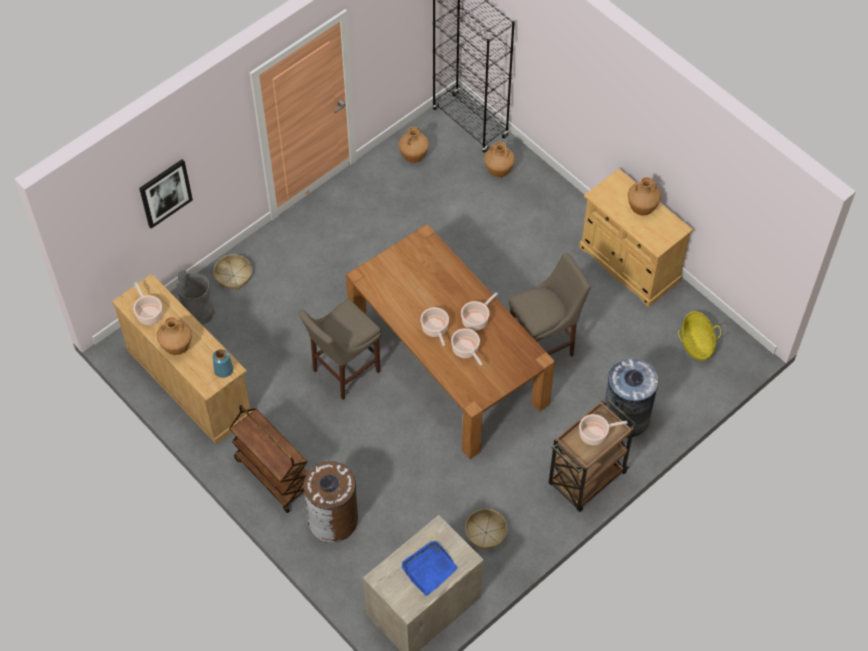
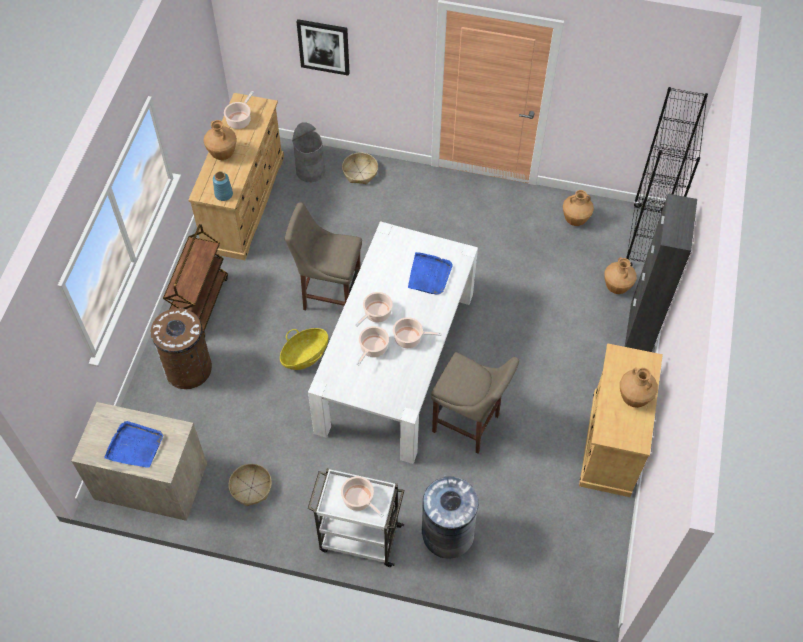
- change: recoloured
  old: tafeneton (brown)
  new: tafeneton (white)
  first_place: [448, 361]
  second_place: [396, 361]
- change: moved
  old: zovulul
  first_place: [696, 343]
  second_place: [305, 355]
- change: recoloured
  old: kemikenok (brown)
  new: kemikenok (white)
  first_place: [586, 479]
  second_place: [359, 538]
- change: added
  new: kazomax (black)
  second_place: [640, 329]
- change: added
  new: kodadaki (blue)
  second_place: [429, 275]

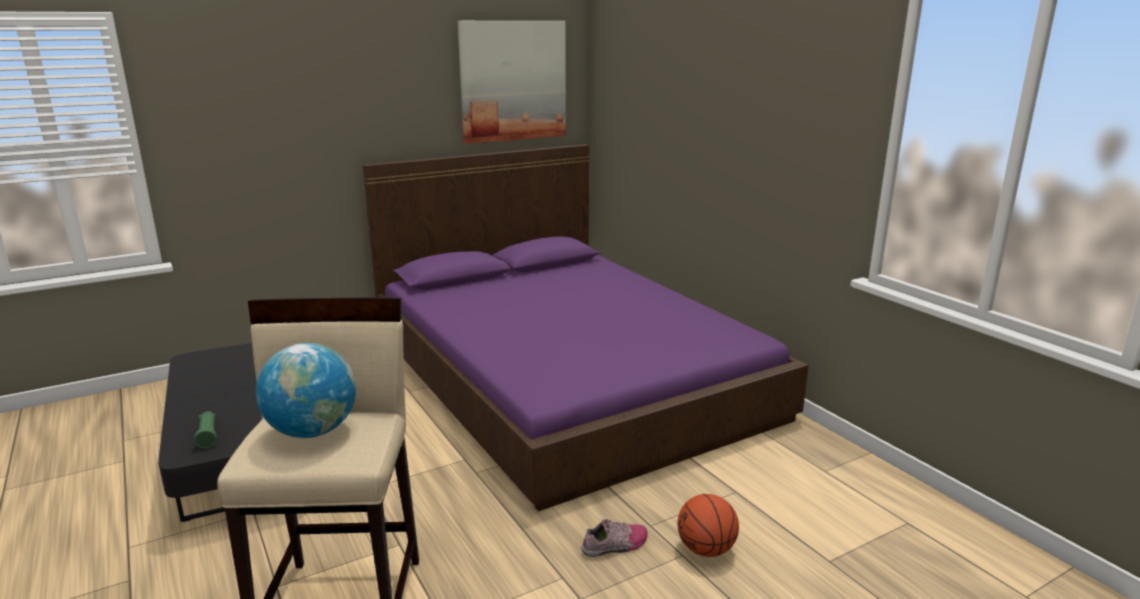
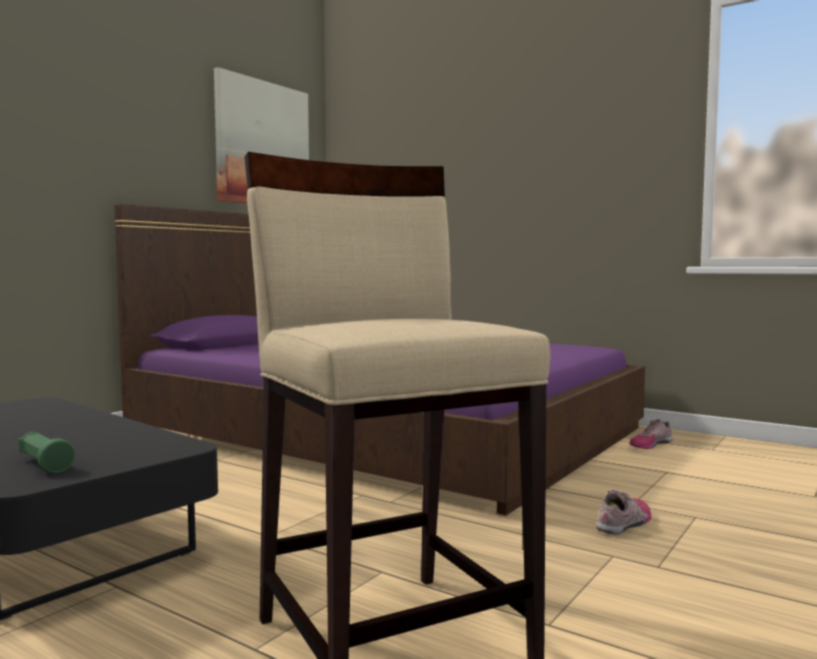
- change: removed
  old: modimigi
  first_place: [313, 431]
- change: removed
  old: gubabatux
  first_place: [706, 549]
- change: added
  new: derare
  second_place: [650, 444]

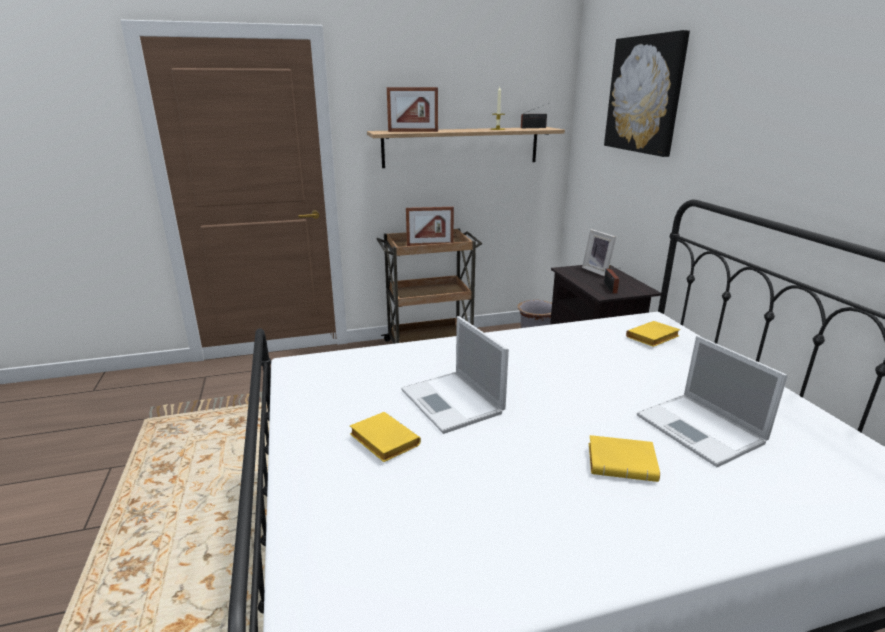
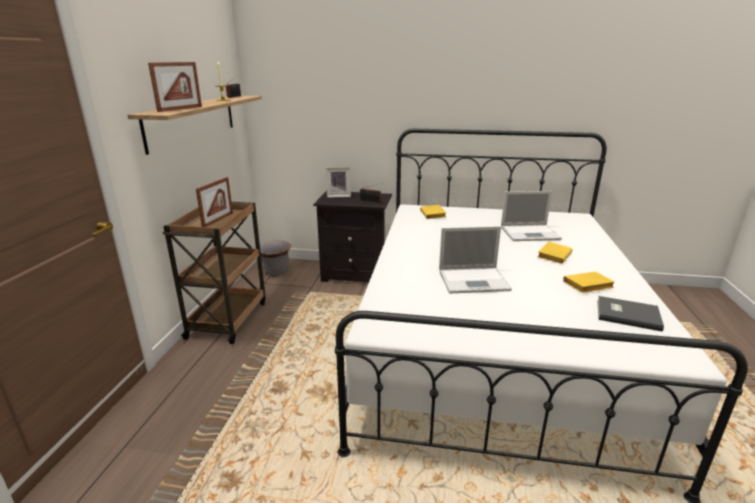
- change: removed
  old: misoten
  first_place: [645, 95]
- change: moved
  old: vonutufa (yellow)
  first_place: [382, 441]
  second_place: [587, 286]
- change: added
  new: vonutufa (grey)
  second_place: [626, 314]

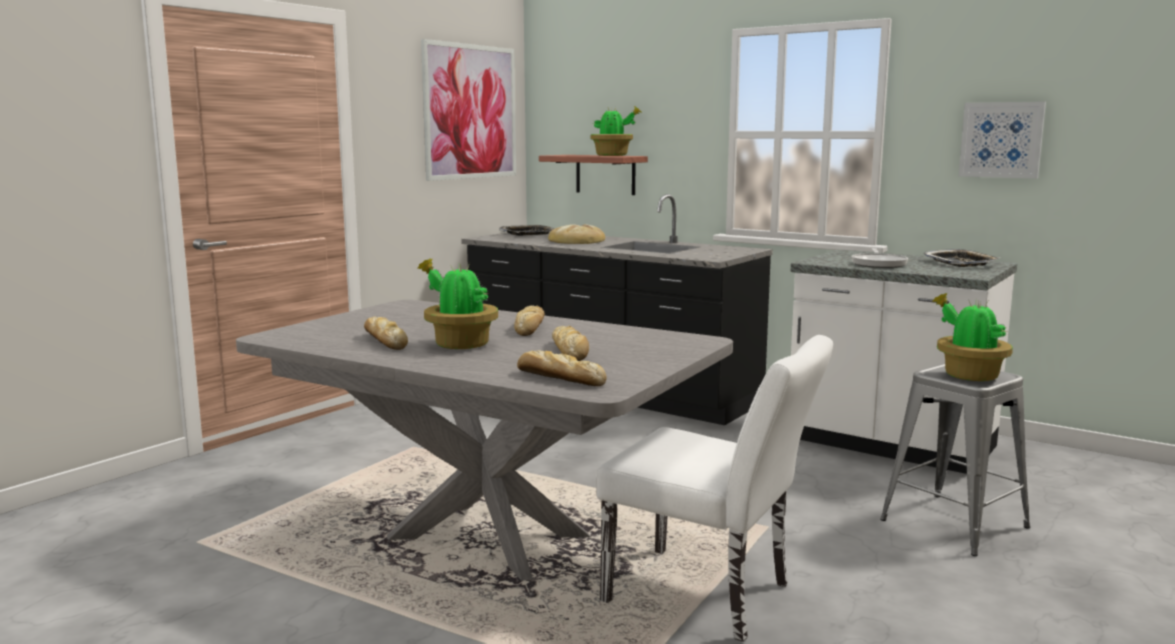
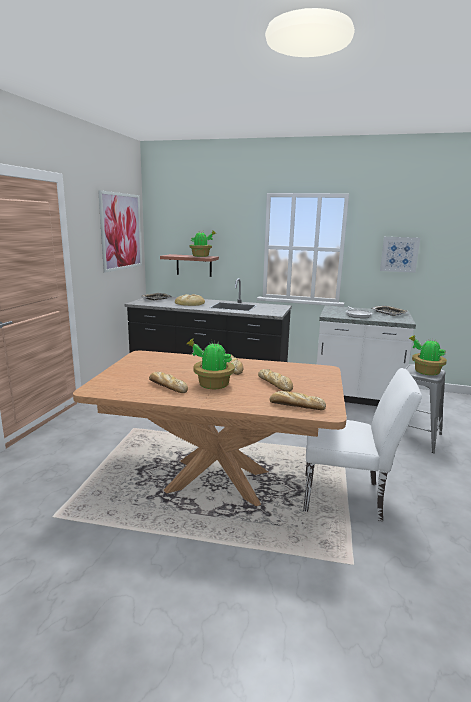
- change: recoloured
  old: tafeneton (grey)
  new: tafeneton (brown)
  first_place: [487, 536]
  second_place: [217, 480]

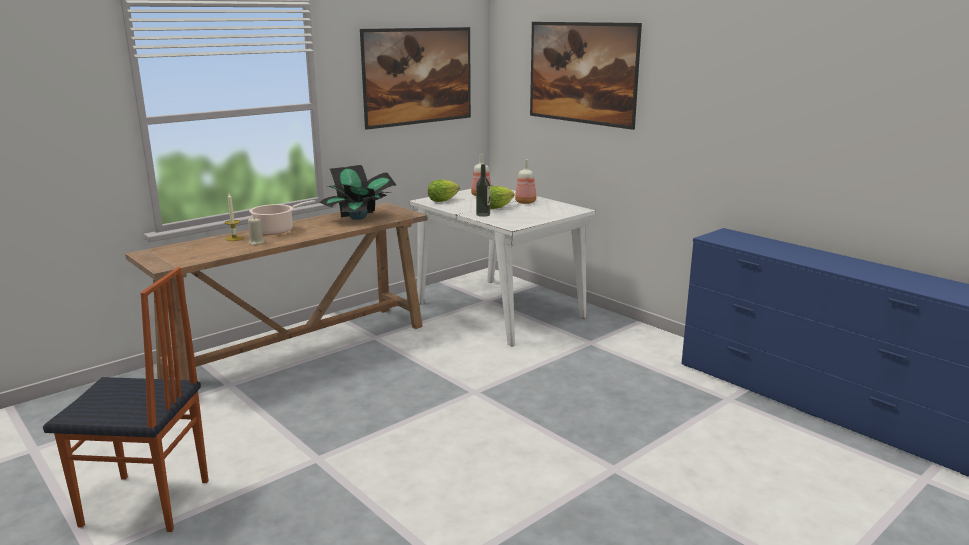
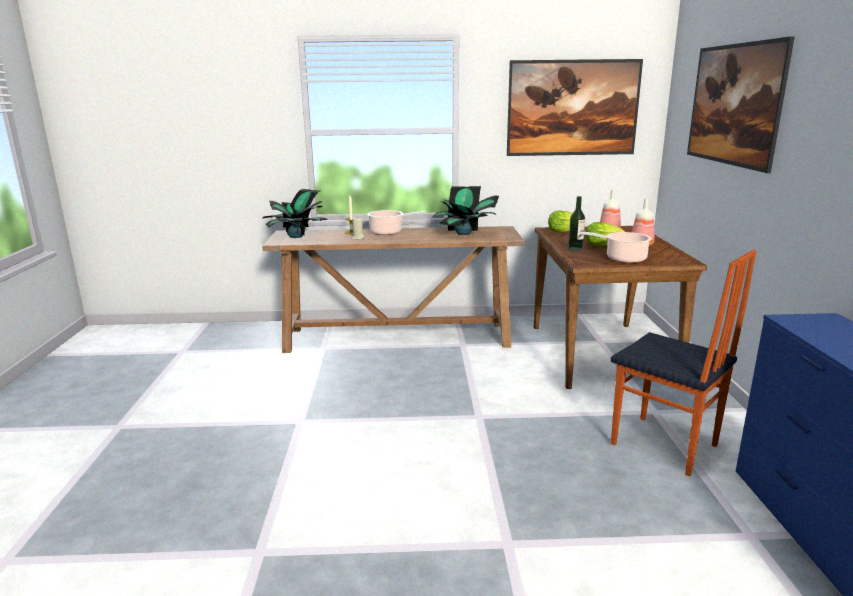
- change: recoloured
  old: tafeneton (white)
  new: tafeneton (brown)
  first_place: [498, 309]
  second_place: [599, 352]
- change: moved
  old: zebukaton
  first_place: [146, 504]
  second_place: [664, 446]
- change: added
  new: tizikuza
  second_place: [296, 236]
- change: added
  new: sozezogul
  second_place: [623, 259]

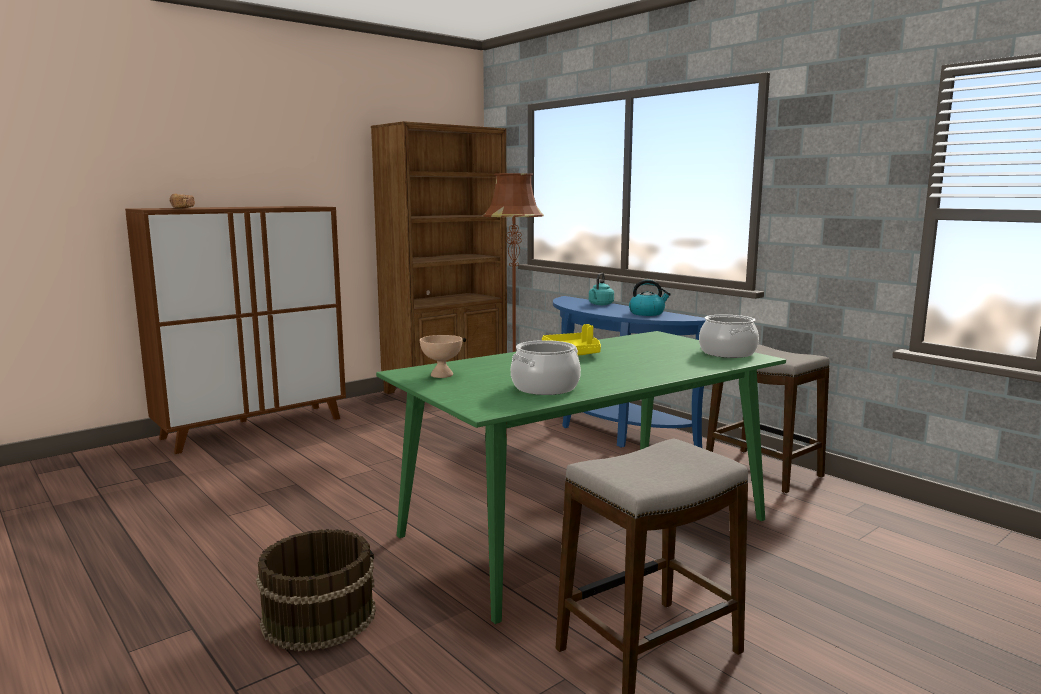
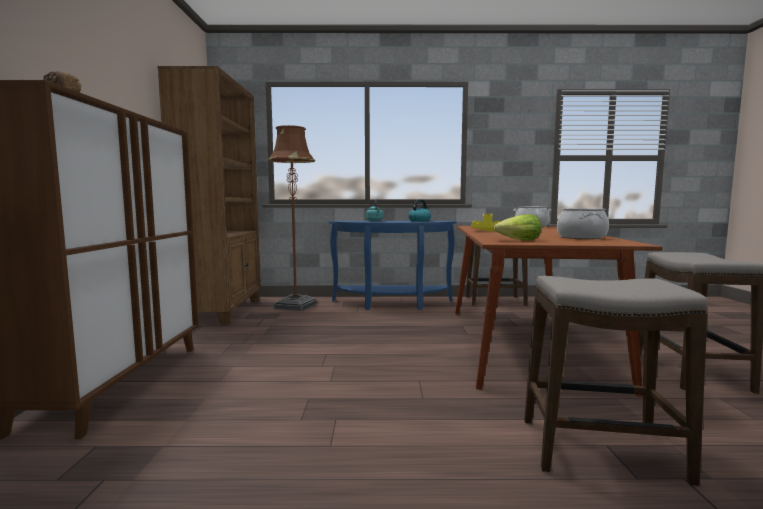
- change: recoloured
  old: tafeneton (green)
  new: tafeneton (brown)
  first_place: [585, 527]
  second_place: [522, 343]
- change: replaced
  old: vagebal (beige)
  new: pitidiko
  first_place: [441, 375]
  second_place: [519, 240]
- change: replaced
  old: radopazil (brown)
  new: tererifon
  first_place: [319, 616]
  second_place: [600, 450]

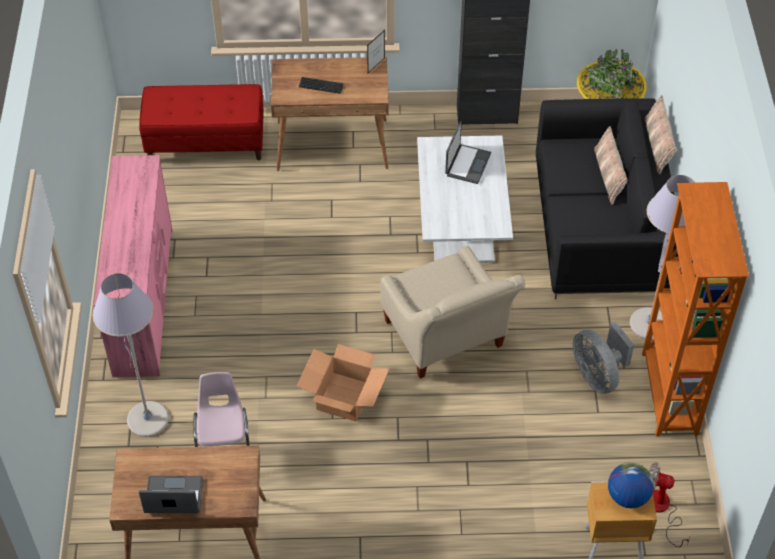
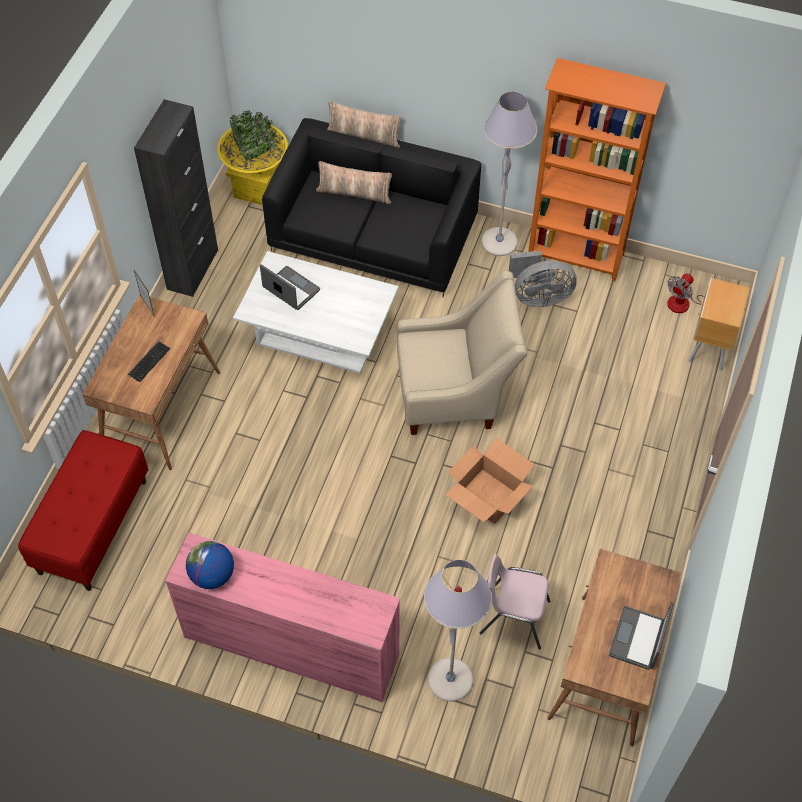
- change: moved
  old: modimigi
  first_place: [627, 496]
  second_place: [212, 575]

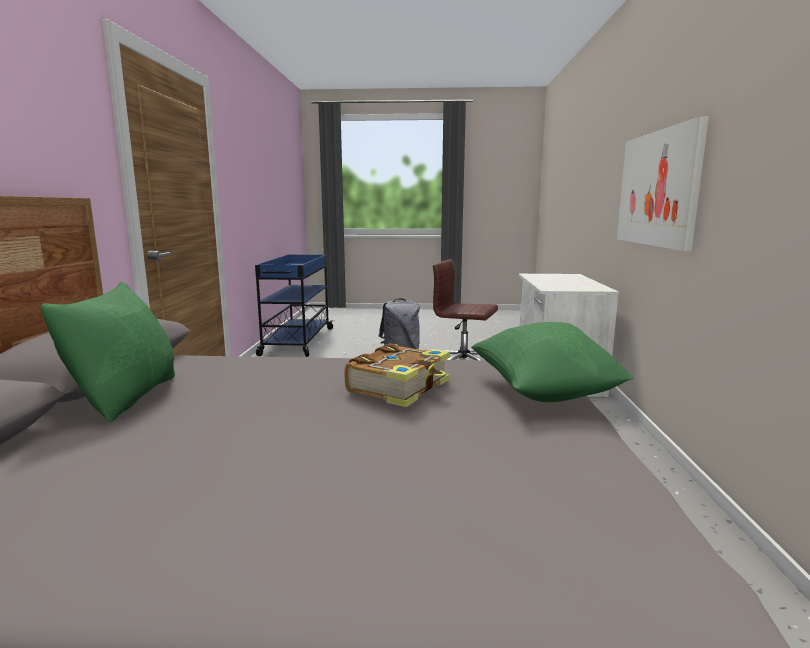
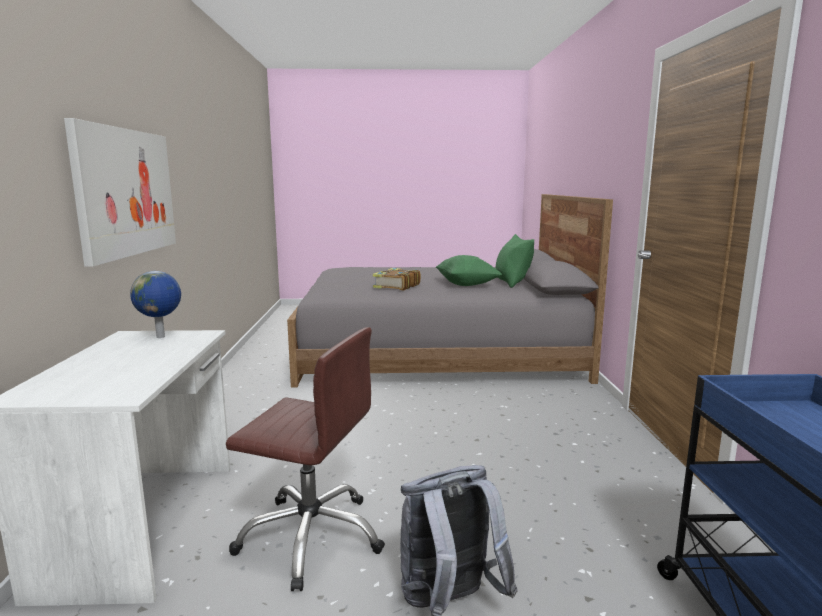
- change: moved
  old: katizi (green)
  first_place: [543, 392]
  second_place: [466, 285]
- change: added
  new: modimigi
  second_place: [161, 337]

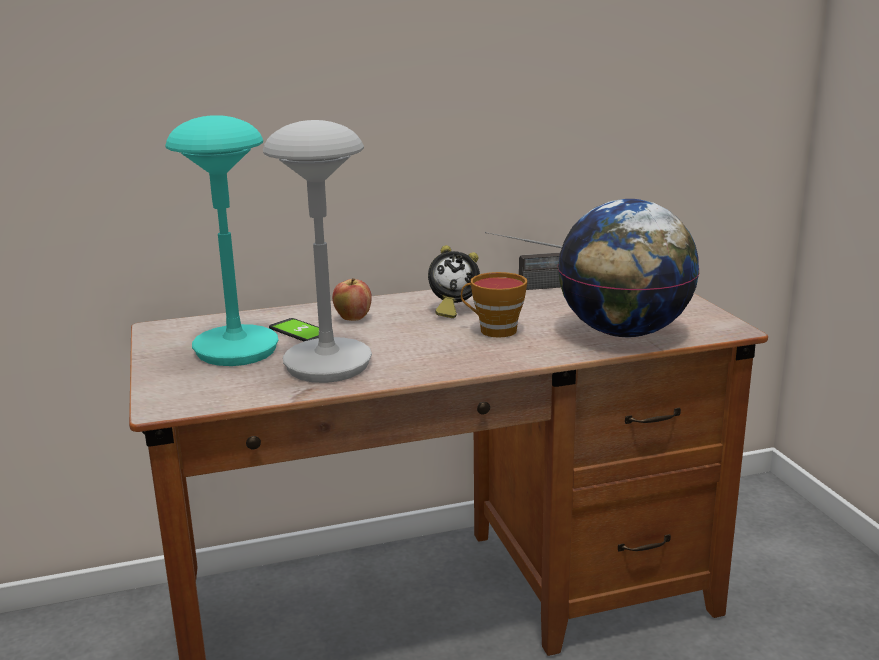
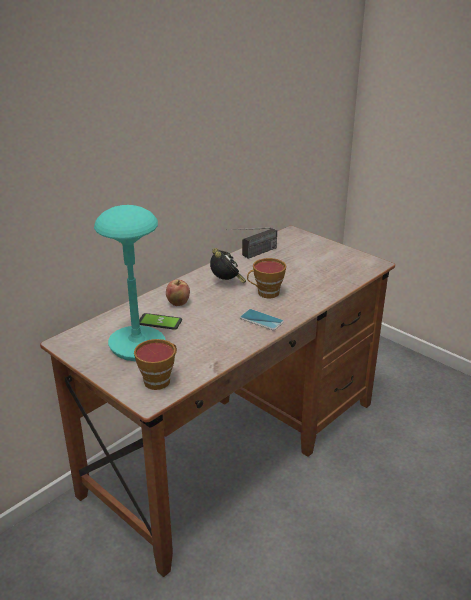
- change: removed
  old: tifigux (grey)
  first_place: [328, 364]
- change: removed
  old: modimigi
  first_place: [623, 333]
- change: turned
  old: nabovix
  first_place: [452, 309]
  second_place: [226, 283]
  degrees: -75
- change: added
  new: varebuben
  second_place: [261, 320]
- change: added
  new: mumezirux
  second_place: [159, 380]

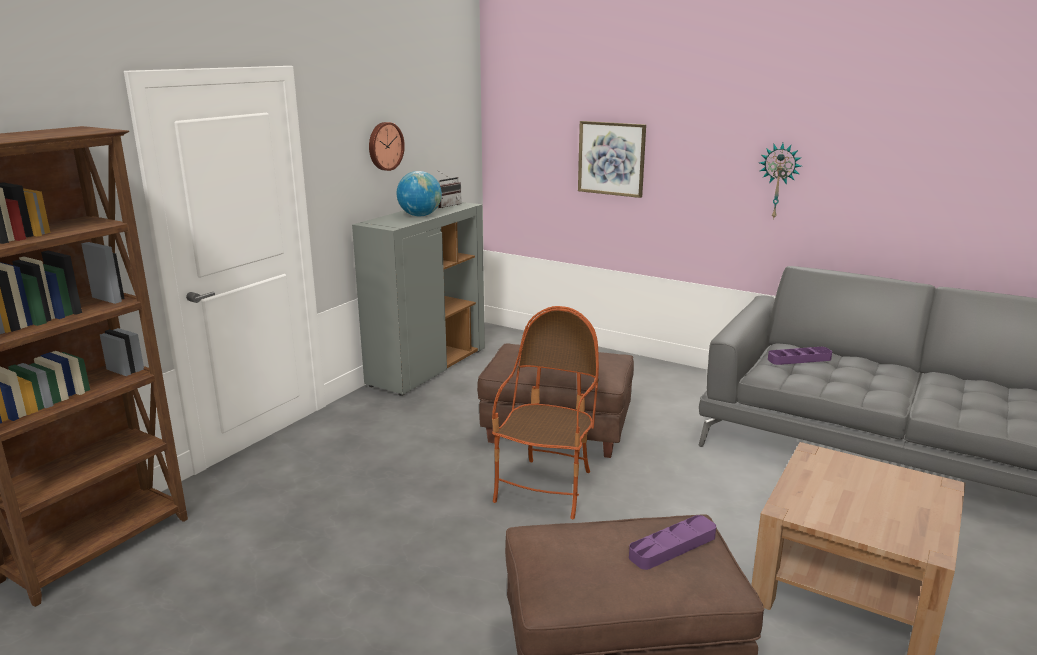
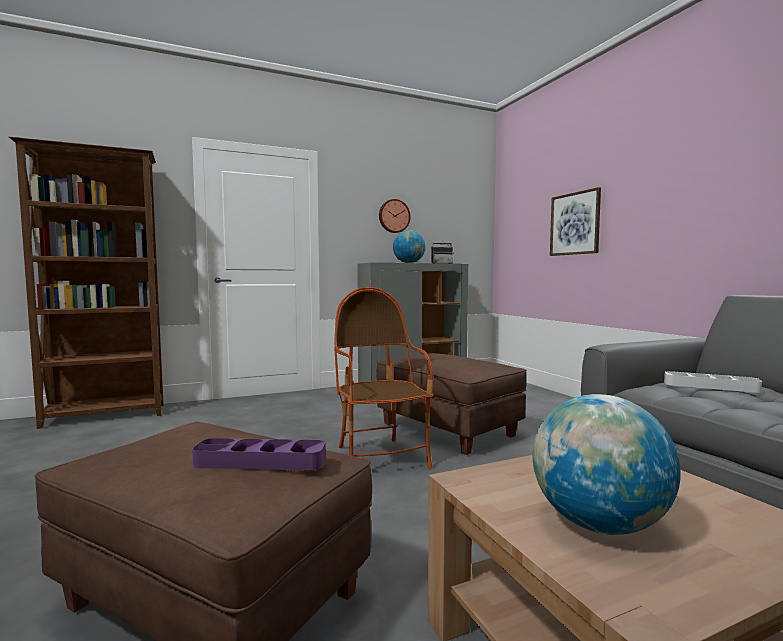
- change: removed
  old: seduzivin
  first_place: [779, 181]
- change: turned
  old: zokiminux
  first_place: [546, 488]
  second_place: [380, 459]
  degrees: -75
- change: recoloured
  old: kodadaki (purple)
  new: kodadaki (white)
  first_place: [799, 359]
  second_place: [710, 386]
- change: added
  new: modimigi
  second_place: [598, 524]

